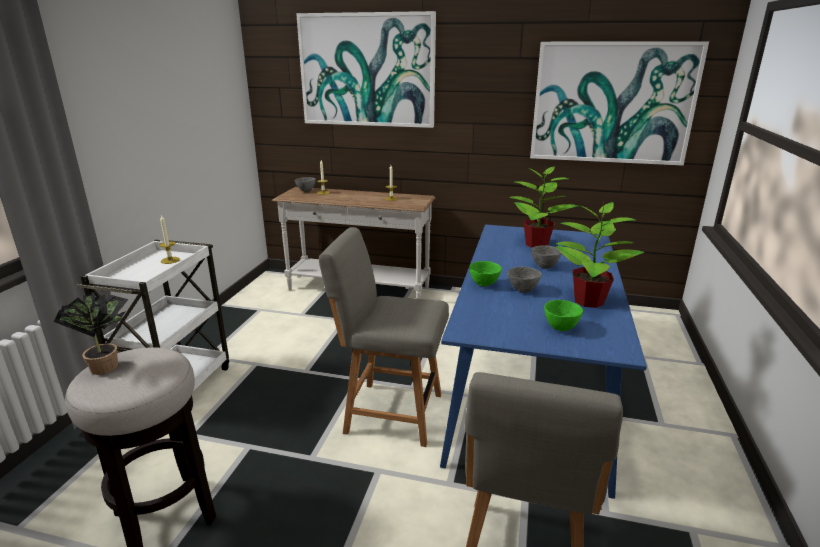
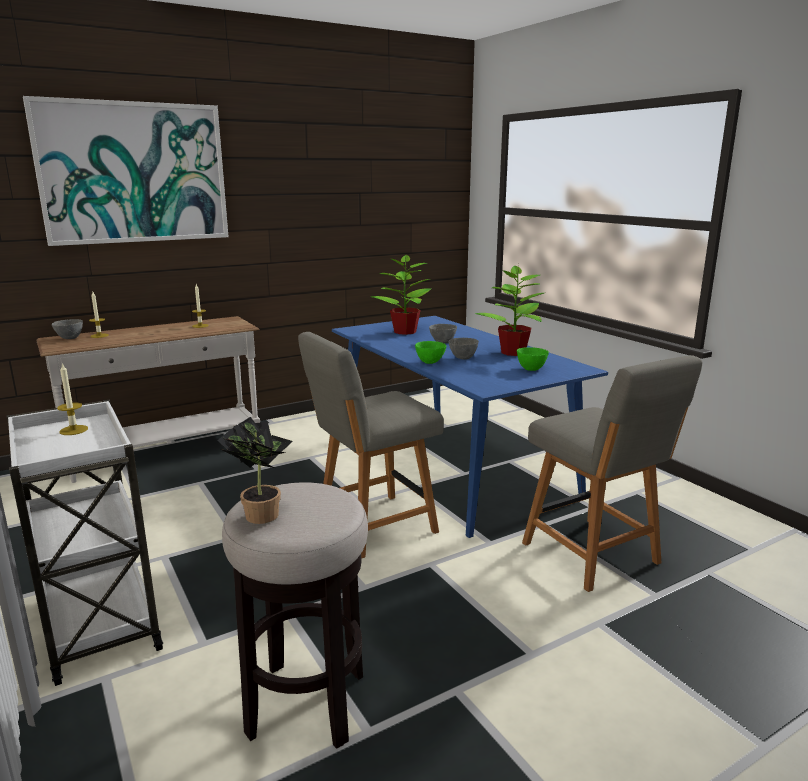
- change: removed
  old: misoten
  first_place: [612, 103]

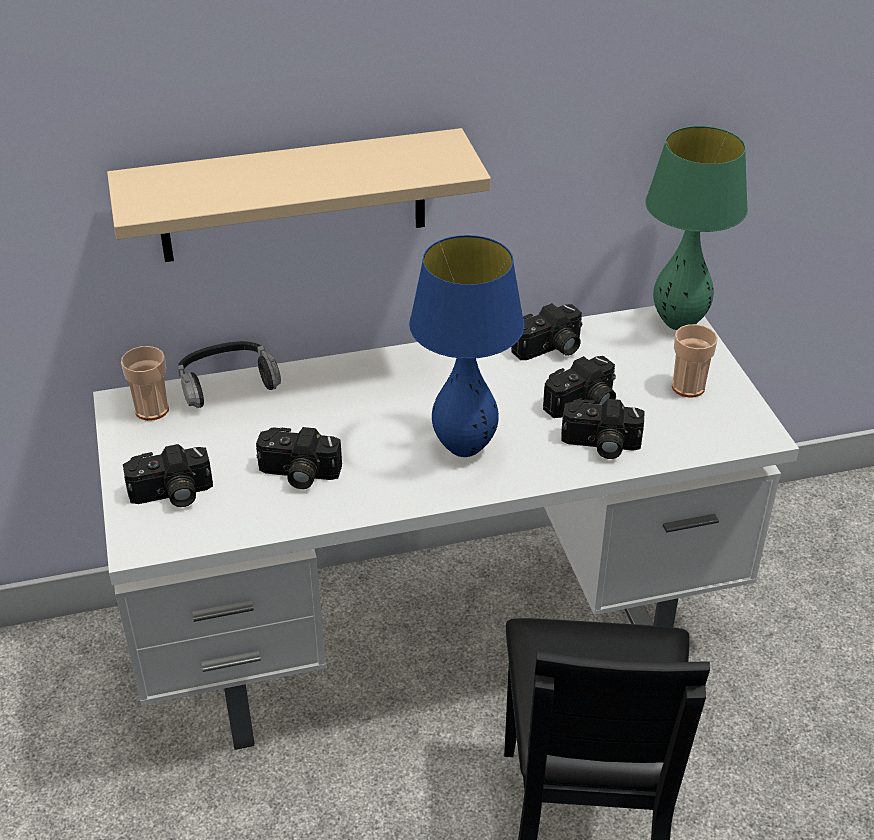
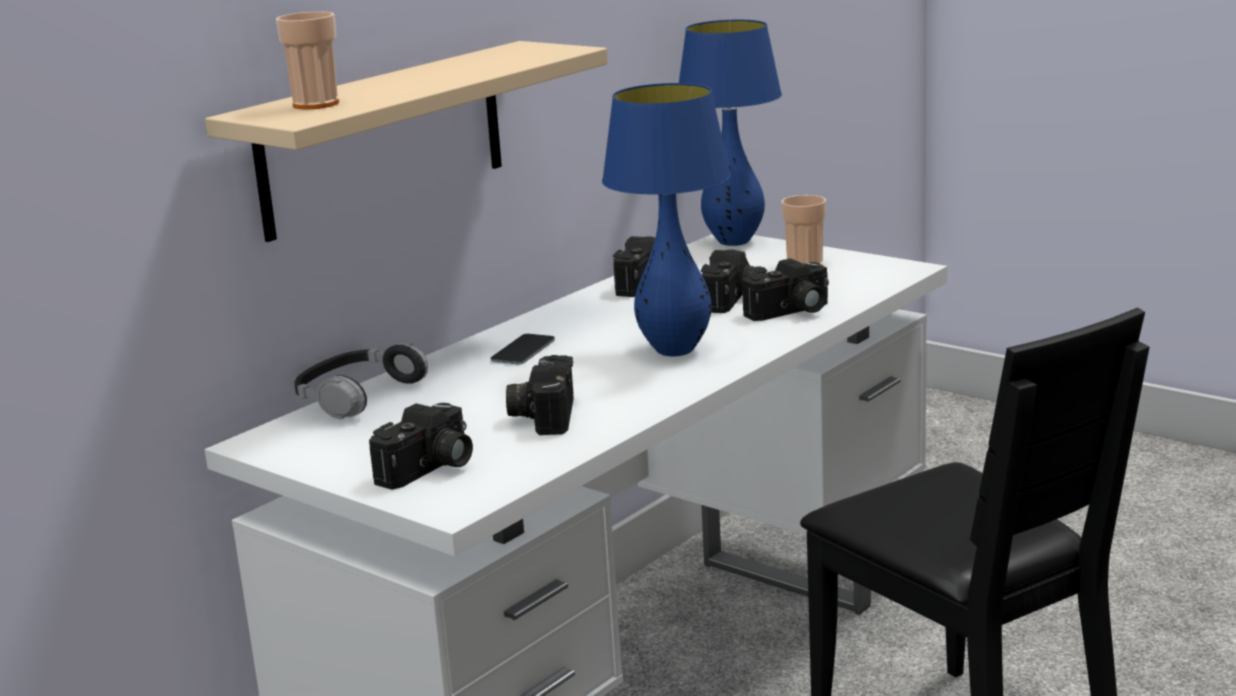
- change: recoloured
  old: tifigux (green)
  new: tifigux (blue)
  first_place: [679, 323]
  second_place: [734, 242]
- change: moved
  old: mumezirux
  first_place: [152, 410]
  second_place: [316, 104]
- change: turned
  old: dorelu
  first_place: [298, 474]
  second_place: [542, 415]
  degrees: 120
- change: added
  new: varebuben
  second_place: [523, 350]

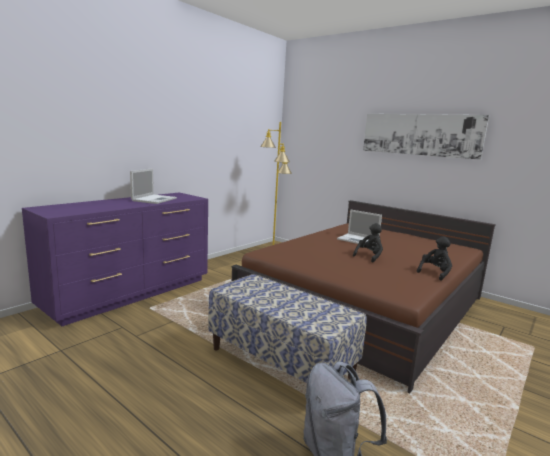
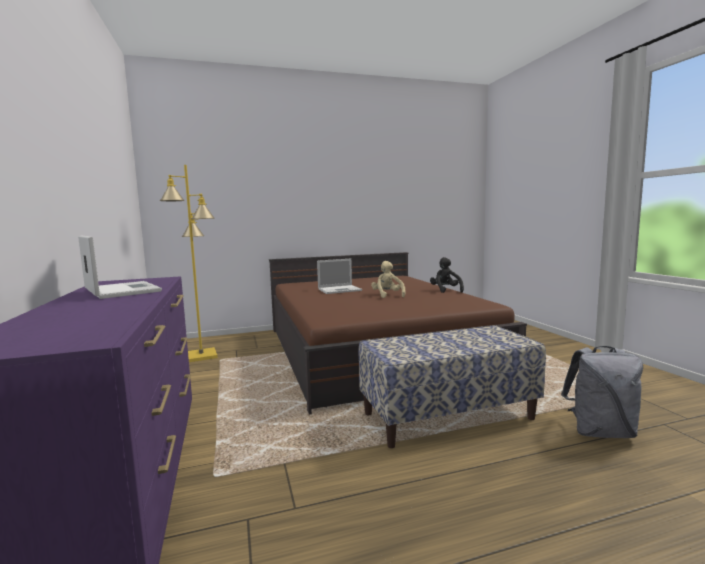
- change: removed
  old: misoten
  first_place: [420, 134]
- change: recoloured
  old: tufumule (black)
  new: tufumule (beige)
  first_place: [369, 256]
  second_place: [387, 295]

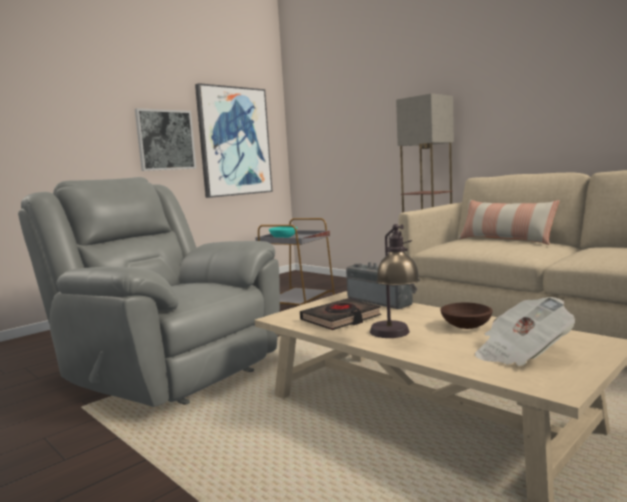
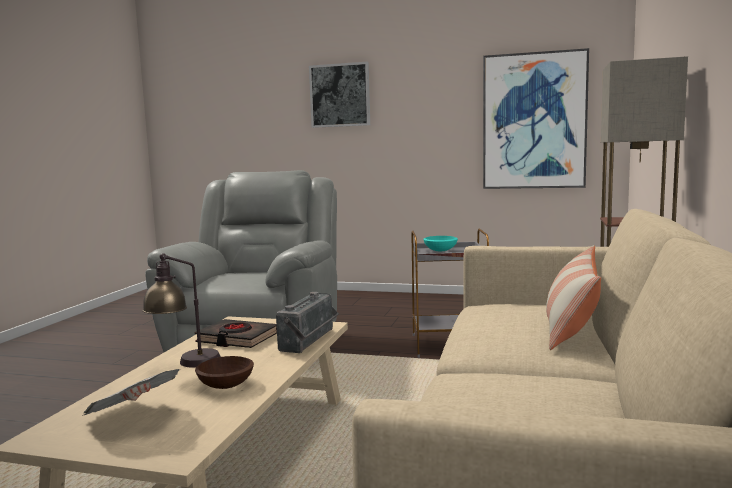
- change: moved
  old: misoten
  first_place: [165, 140]
  second_place: [340, 95]

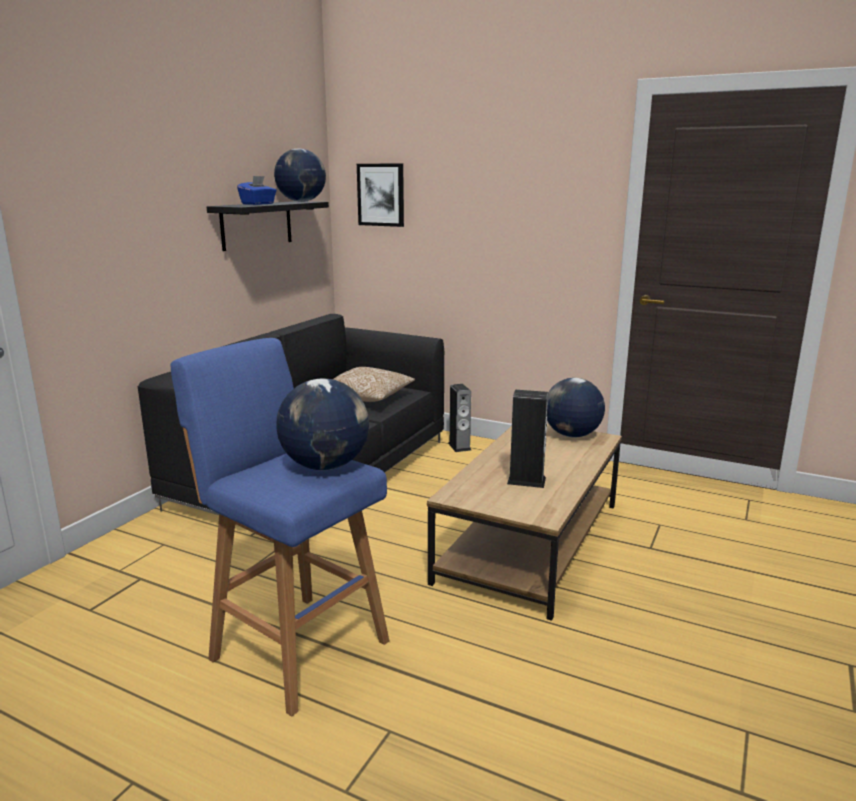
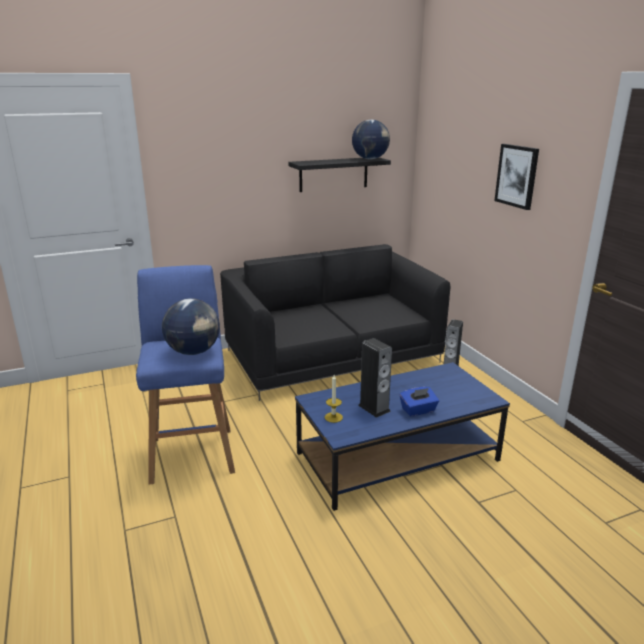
- change: moved
  old: misoten
  first_place: [381, 195]
  second_place: [517, 176]
- change: moved
  old: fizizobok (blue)
  first_place: [258, 204]
  second_place: [418, 410]
- change: removed
  old: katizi
  first_place: [368, 398]
- change: removed
  old: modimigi
  first_place: [571, 435]
- change: recoloured
  old: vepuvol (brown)
  new: vepuvol (blue)
  first_place: [530, 541]
  second_place: [397, 456]
- change: added
  new: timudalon
  second_place: [333, 417]

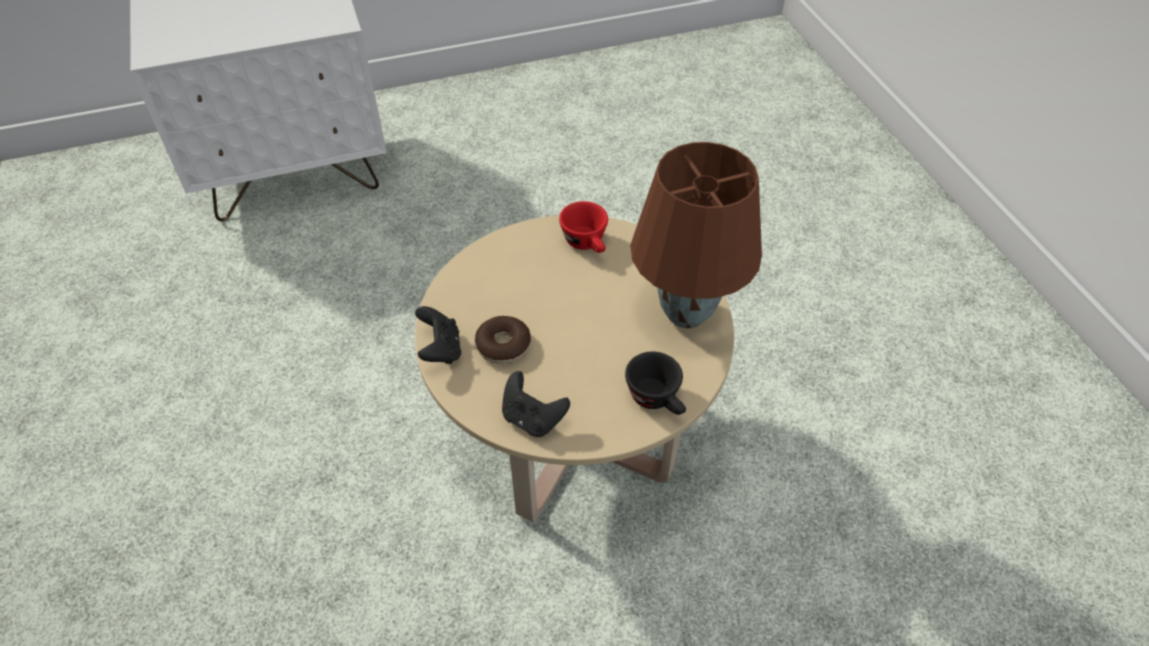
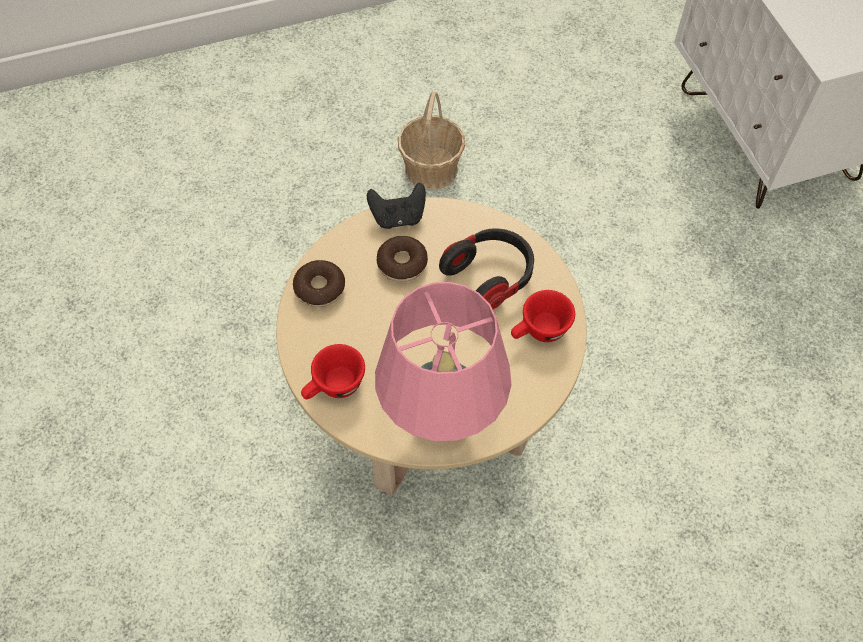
- change: recoloured
  old: tifigux (brown)
  new: tifigux (pink)
  first_place: [684, 314]
  second_place: [441, 419]
- change: recoloured
  old: mumezirux (black)
  new: mumezirux (red)
  first_place: [657, 400]
  second_place: [334, 387]
- change: replaced
  old: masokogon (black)
  new: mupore
  first_place: [532, 419]
  second_place: [320, 288]
- change: added
  new: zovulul
  second_place: [431, 168]
- change: added
  new: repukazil
  second_place: [490, 277]

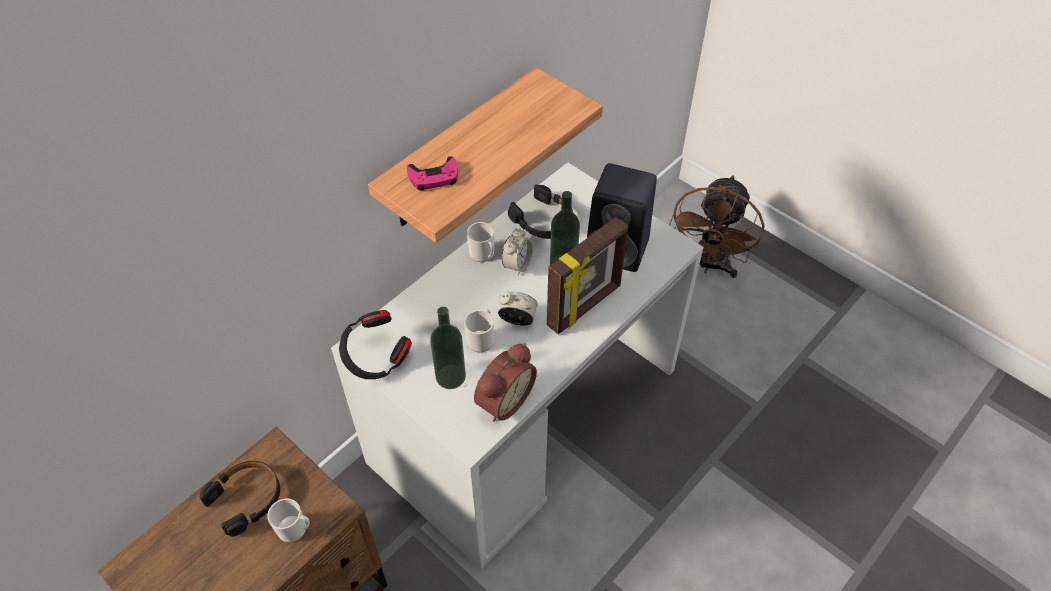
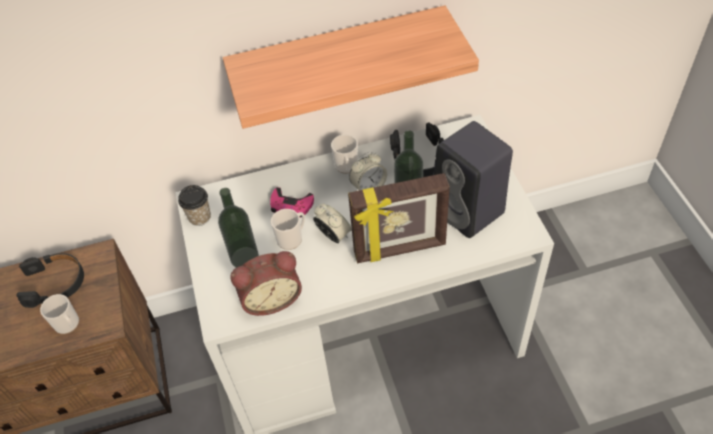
- change: moved
  old: masokogon (pink)
  first_place: [434, 177]
  second_place: [291, 205]
- change: removed
  old: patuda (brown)
  first_place: [708, 265]
- change: replaced
  old: repukazil (black)
  new: mumezirux
  first_place: [376, 360]
  second_place: [199, 217]

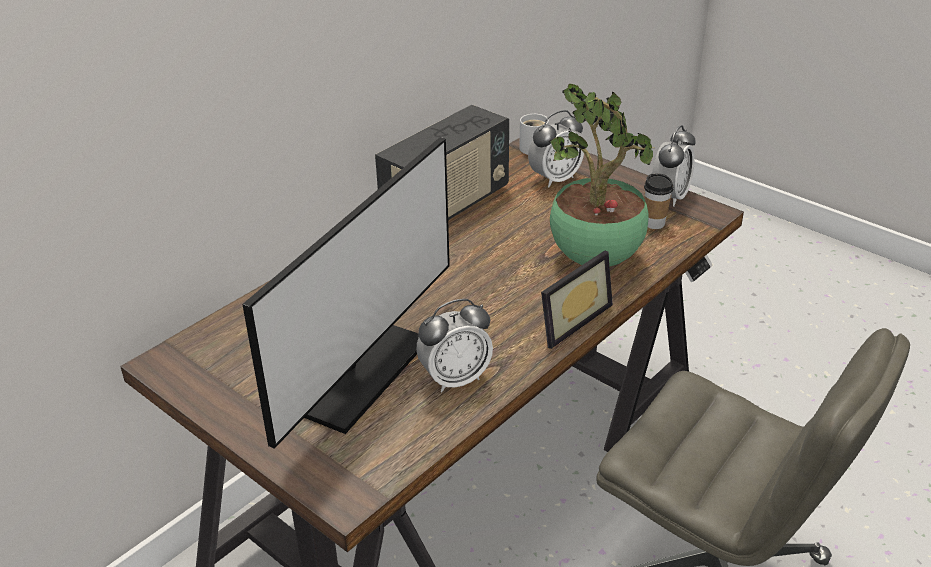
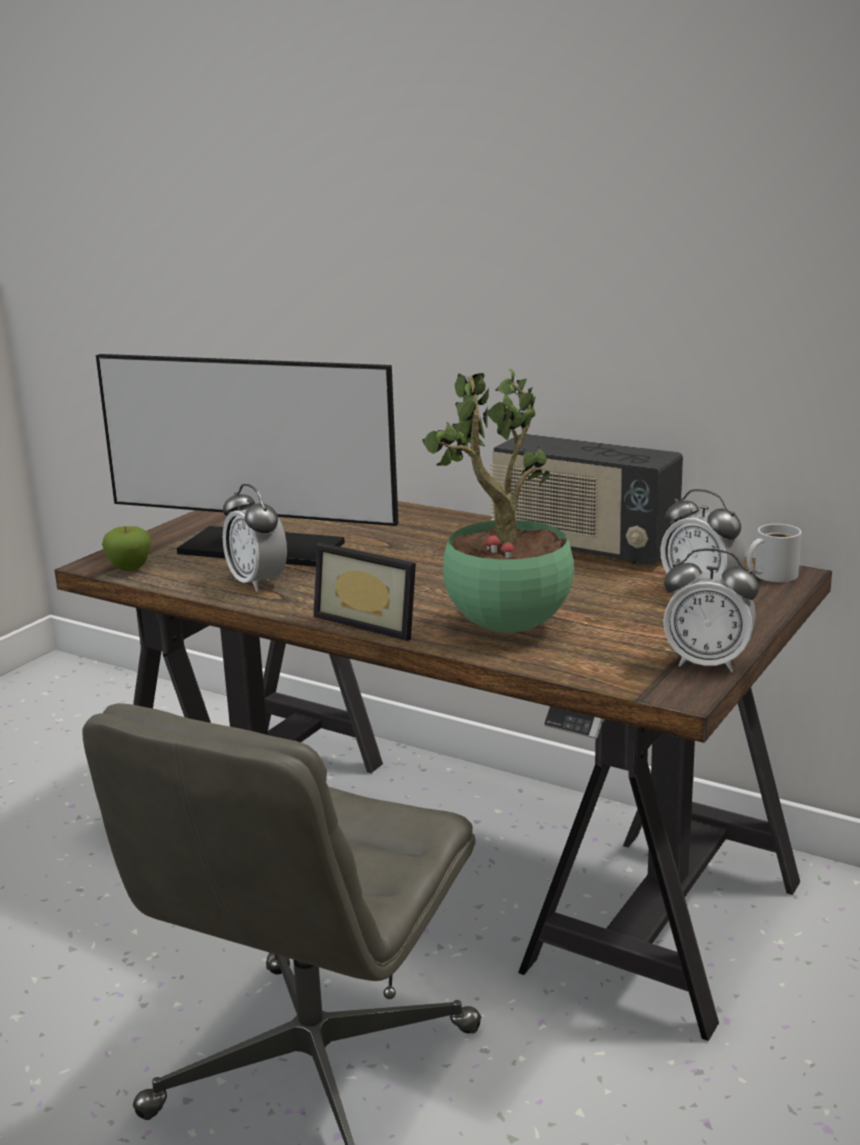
- change: removed
  old: mumezirux
  first_place: [654, 223]
- change: added
  new: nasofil
  second_place: [130, 569]

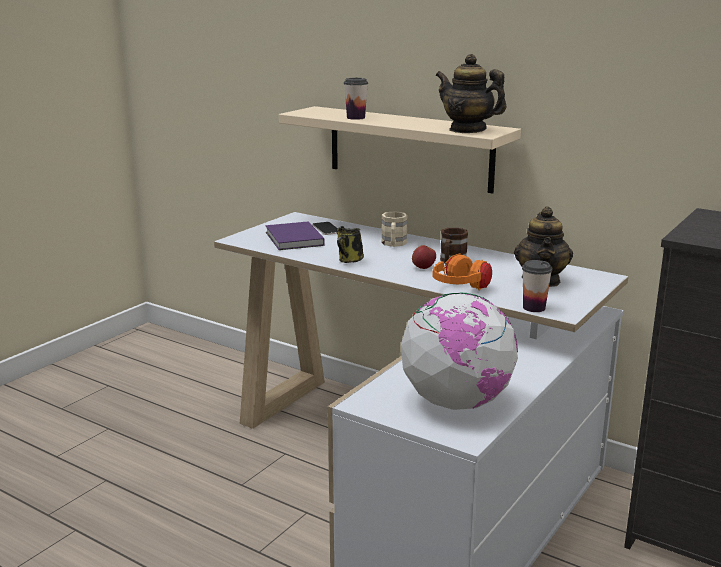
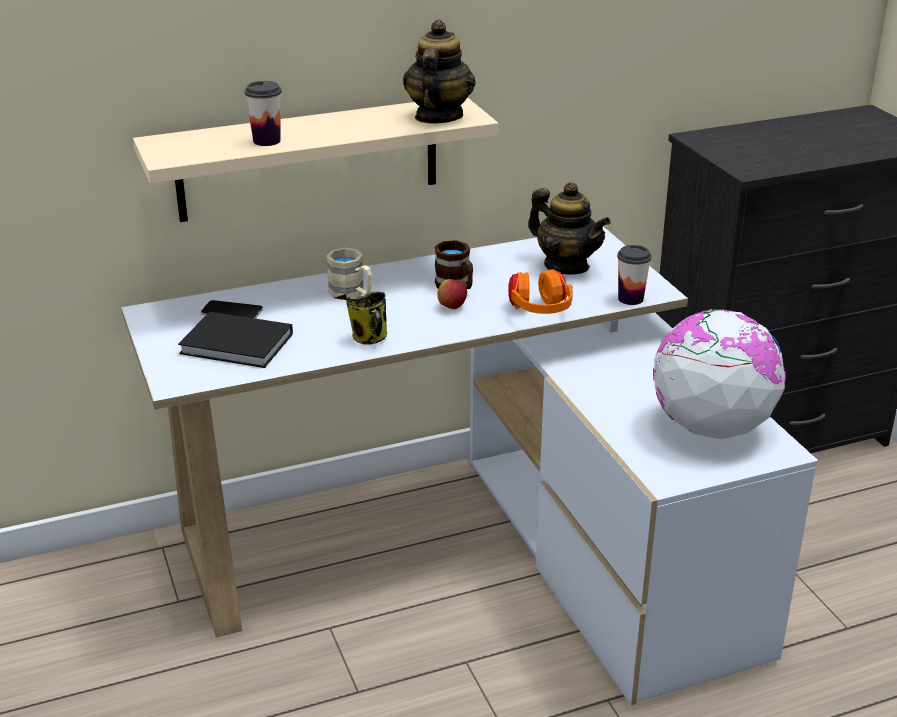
- change: turned
  old: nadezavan
  first_place: [467, 130]
  second_place: [438, 117]
  degrees: 120
- change: recoloured
  old: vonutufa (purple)
  new: vonutufa (black)
  first_place: [293, 239]
  second_place: [238, 345]

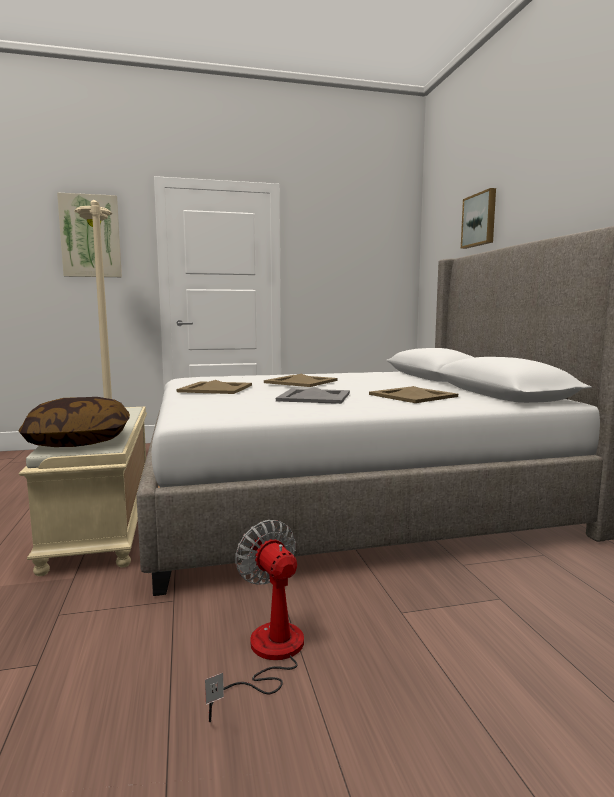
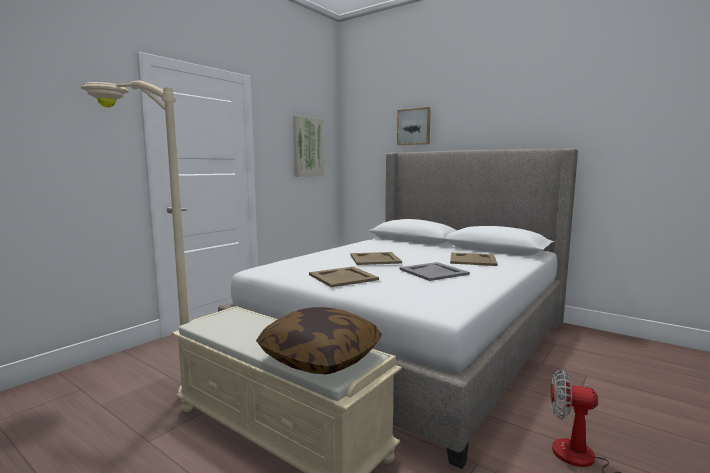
- change: moved
  old: misoten
  first_place: [90, 236]
  second_place: [307, 147]

